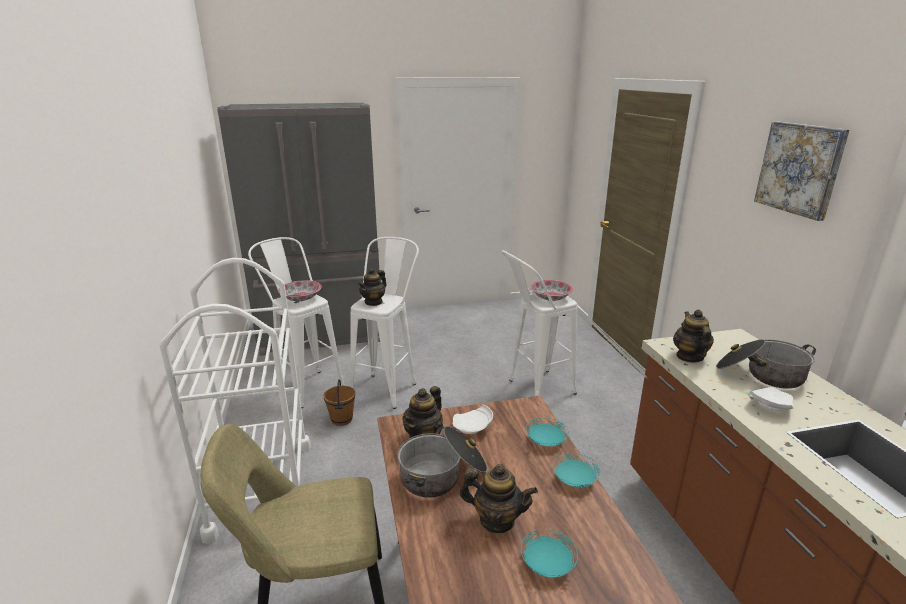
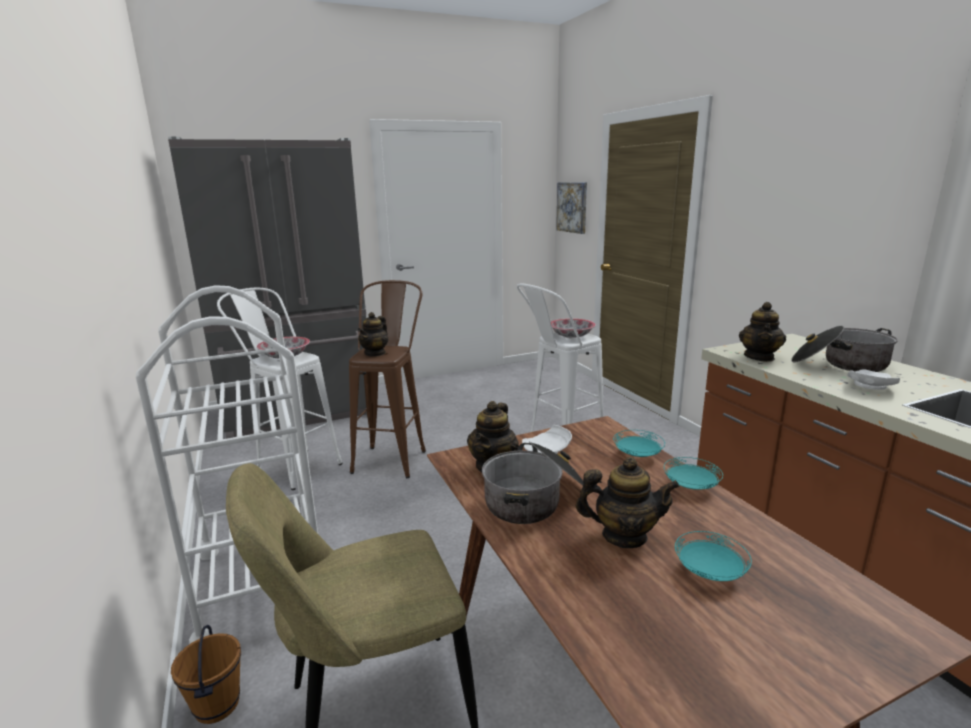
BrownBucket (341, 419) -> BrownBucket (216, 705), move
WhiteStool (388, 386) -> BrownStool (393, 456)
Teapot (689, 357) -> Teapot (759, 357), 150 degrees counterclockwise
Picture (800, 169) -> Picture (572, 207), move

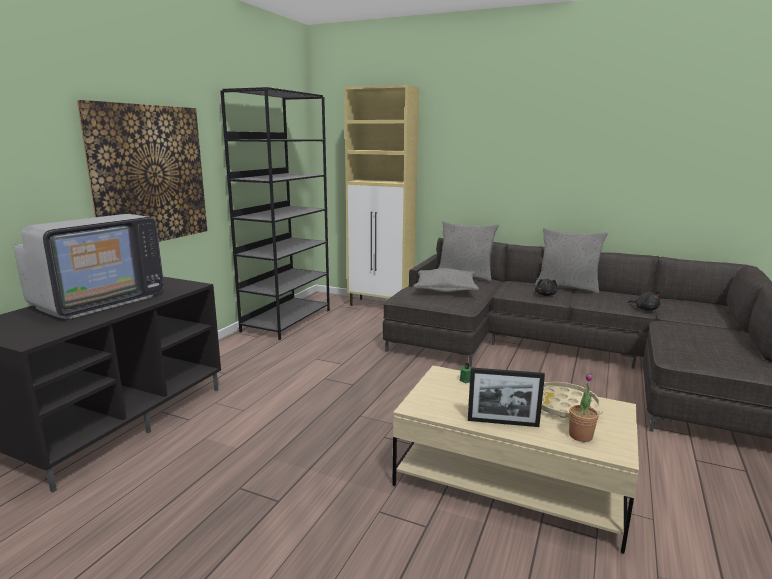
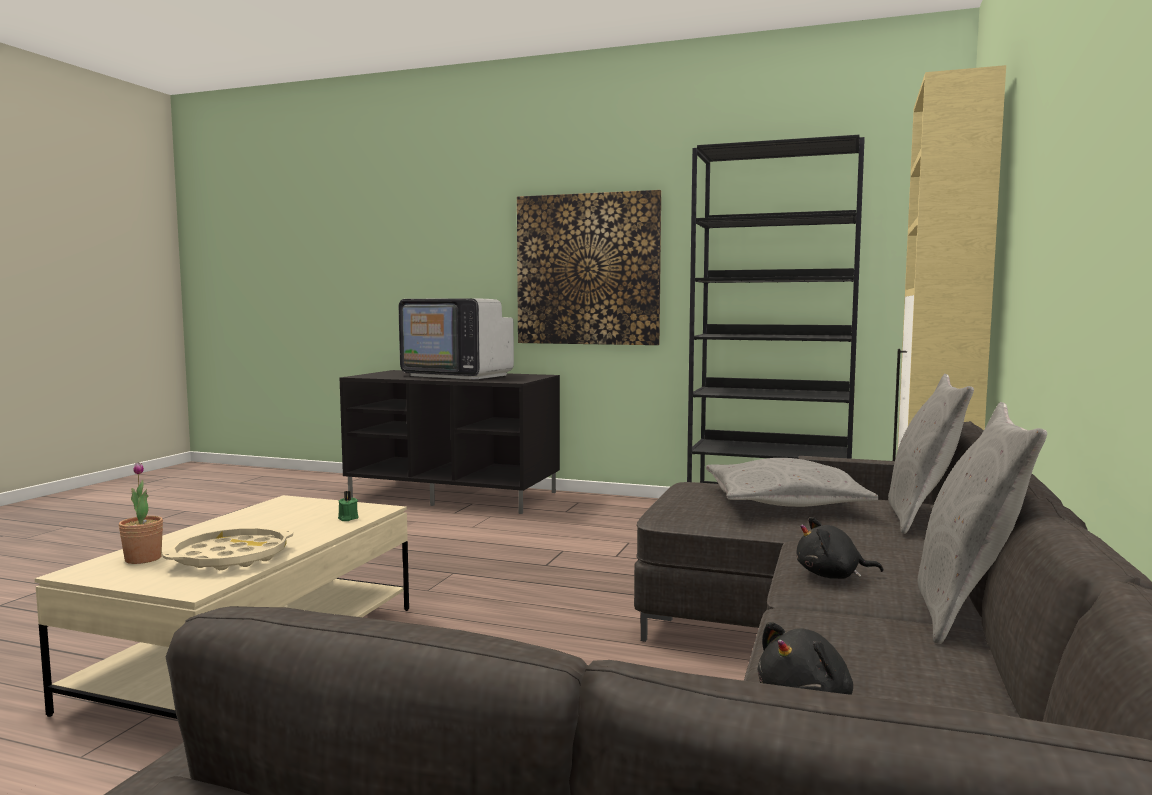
PictureFrame (503, 422) -> none

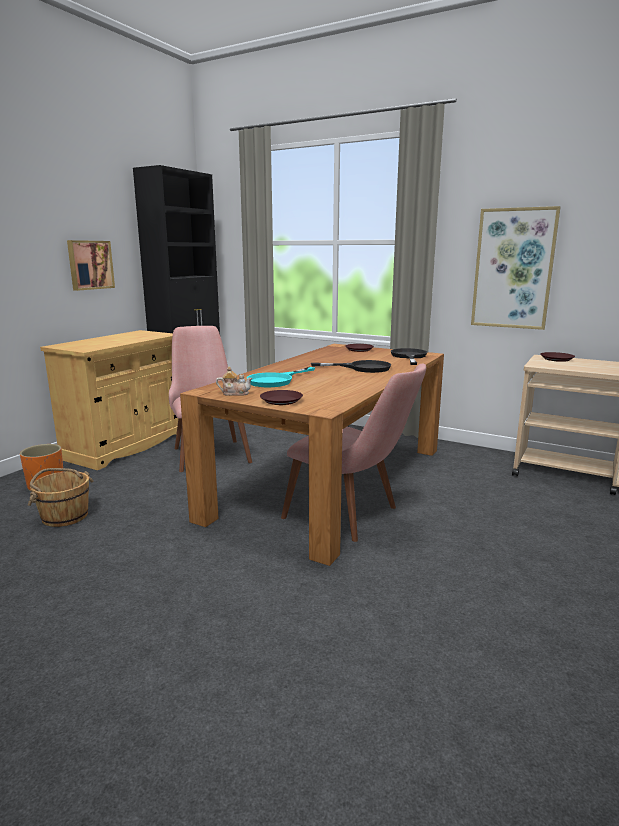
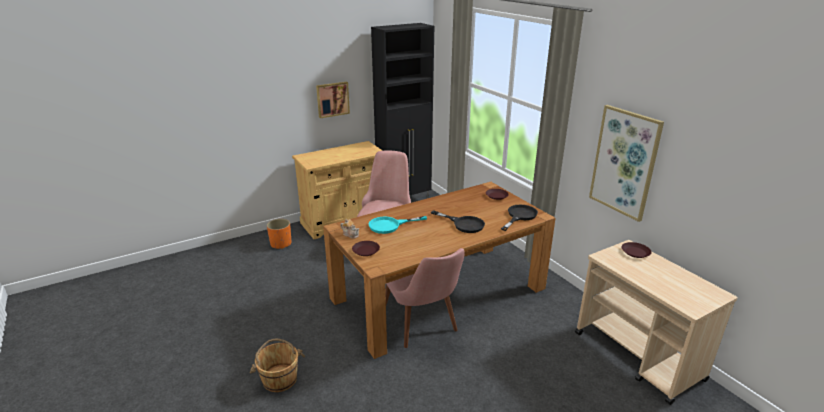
BrownBucket (64, 516) -> BrownBucket (279, 379), move

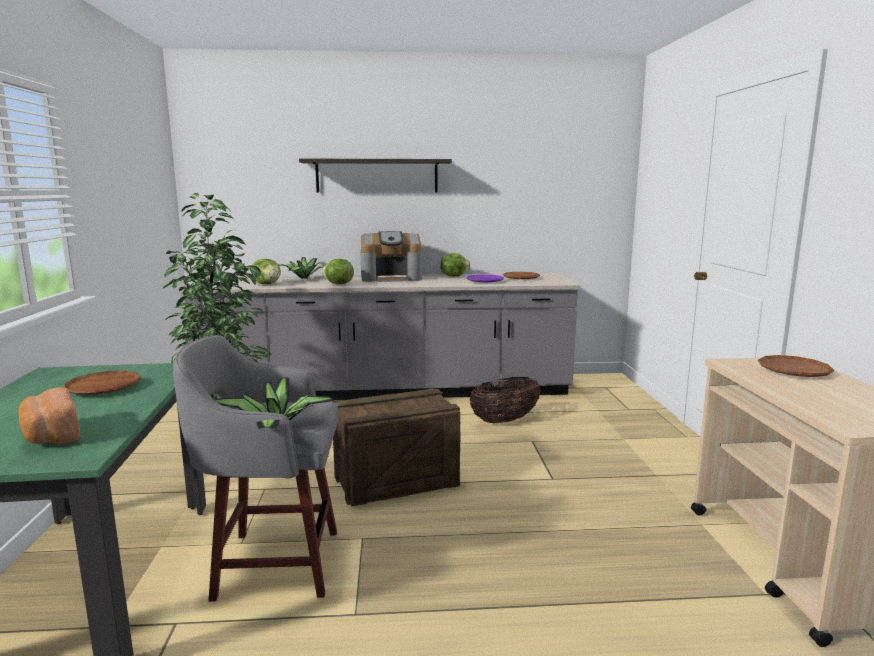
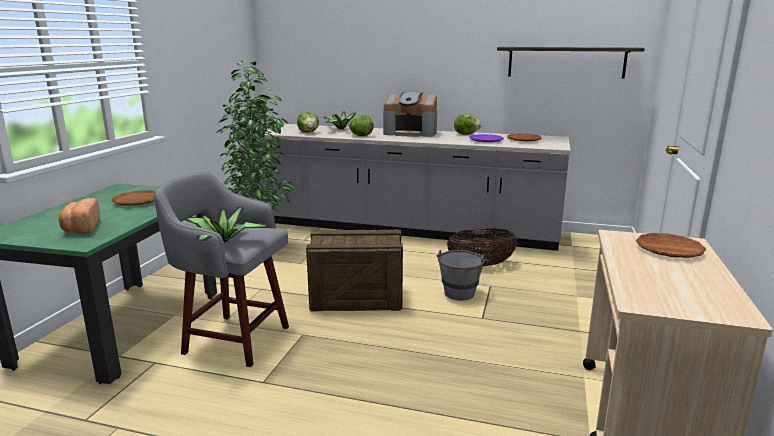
Shelf (377, 176) -> Shelf (566, 62), move
none -> GreyBucket (460, 290)

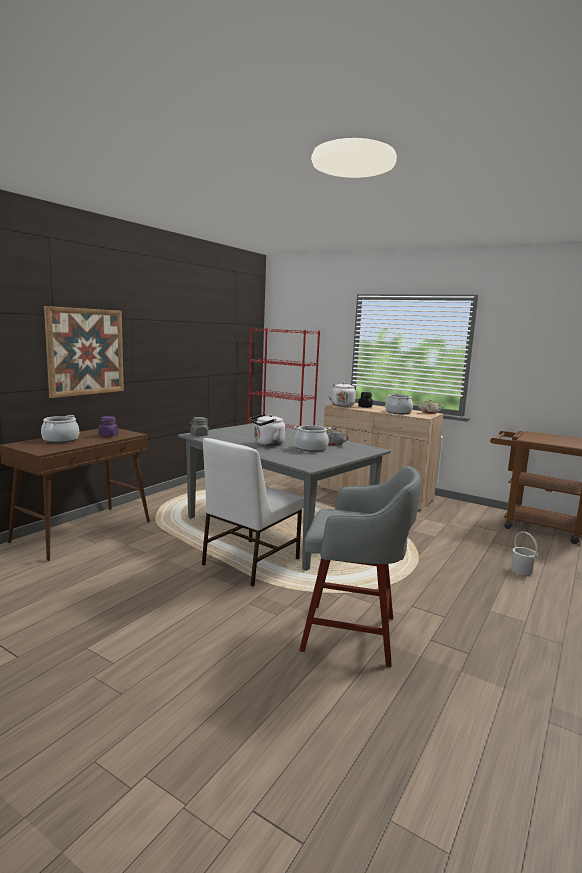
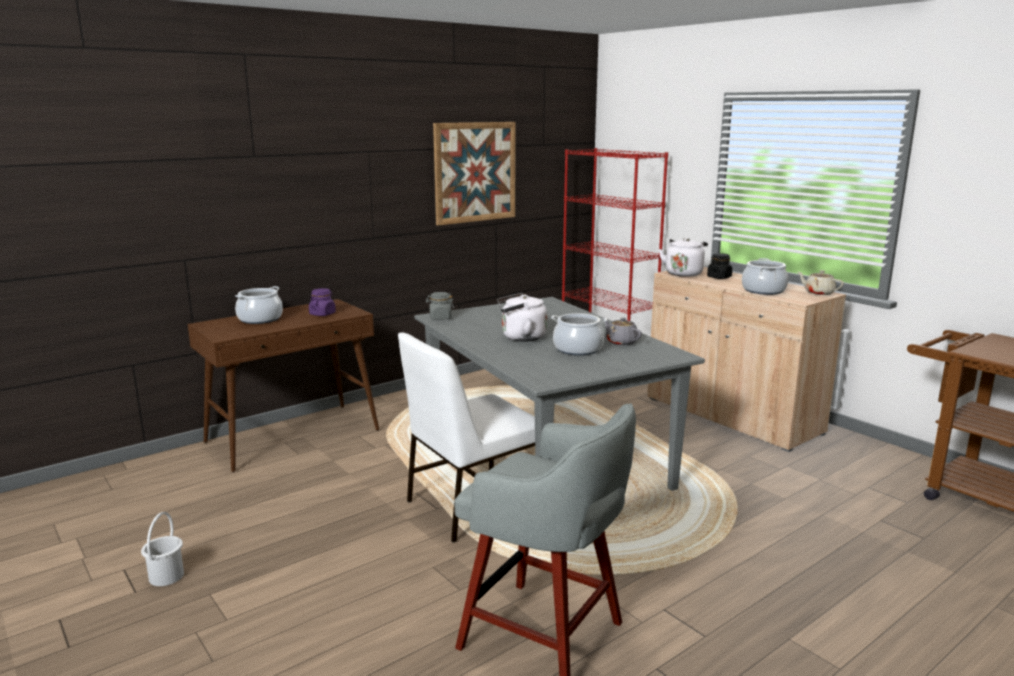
Picture (86, 351) -> Picture (475, 172), move
WhiteBucket (521, 571) -> WhiteBucket (166, 576), move

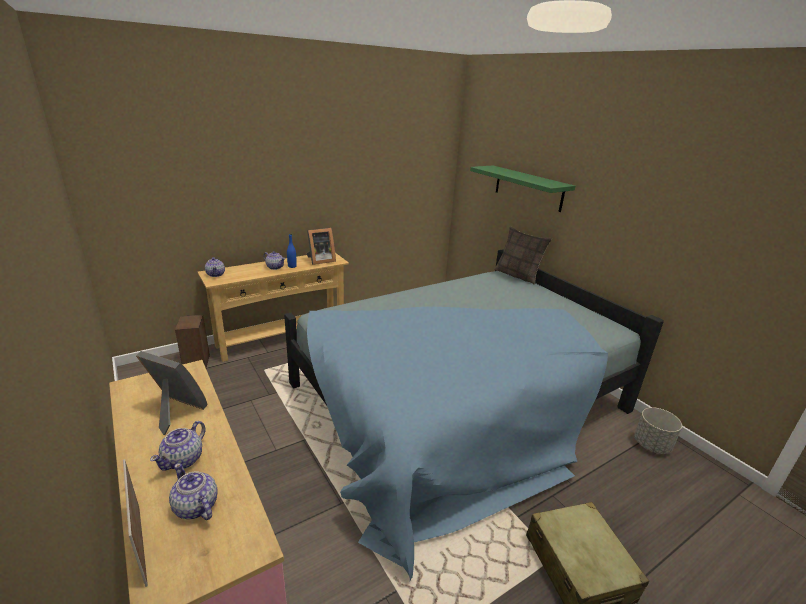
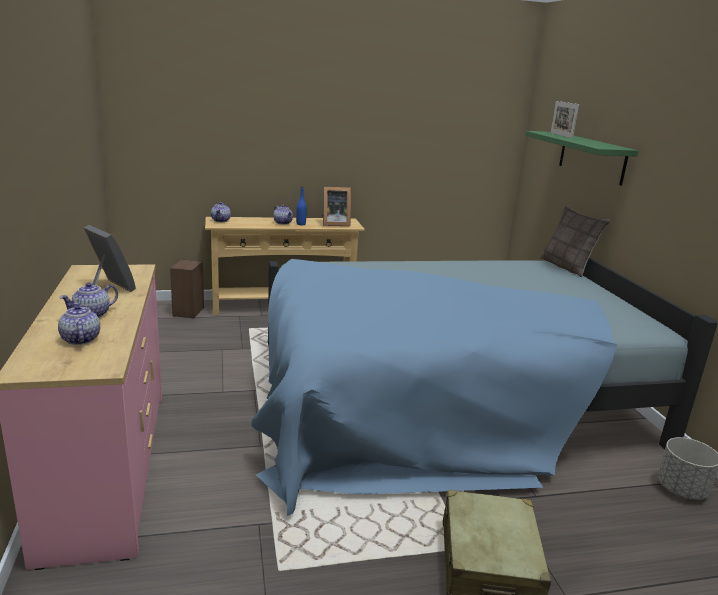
PictureFrame (142, 544) -> PictureFrame (561, 135), move

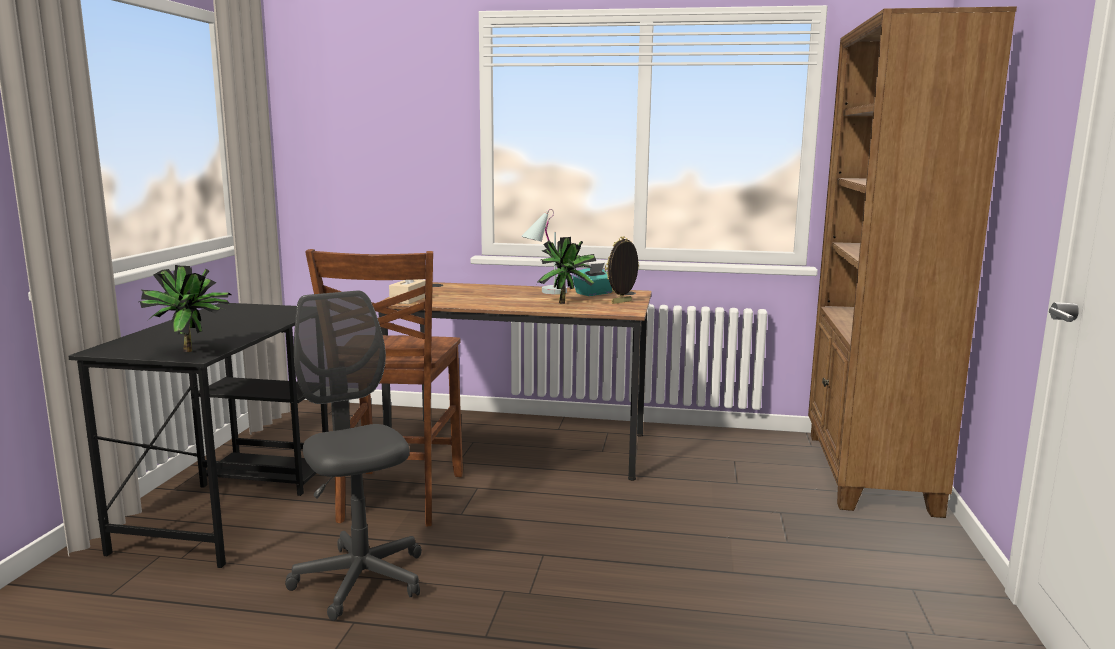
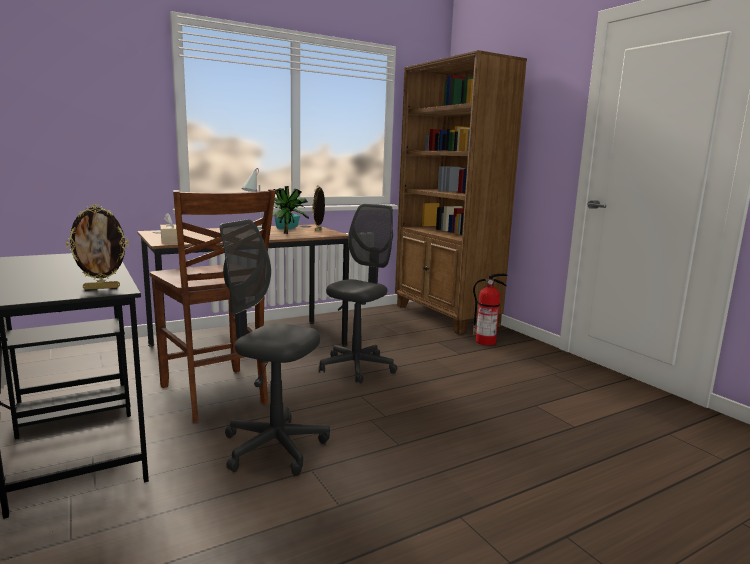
PottedPlant (193, 352) -> PictureFrame (102, 288)
none -> GreyOfficeChair (357, 367)
none -> FireExtinguisher (486, 342)

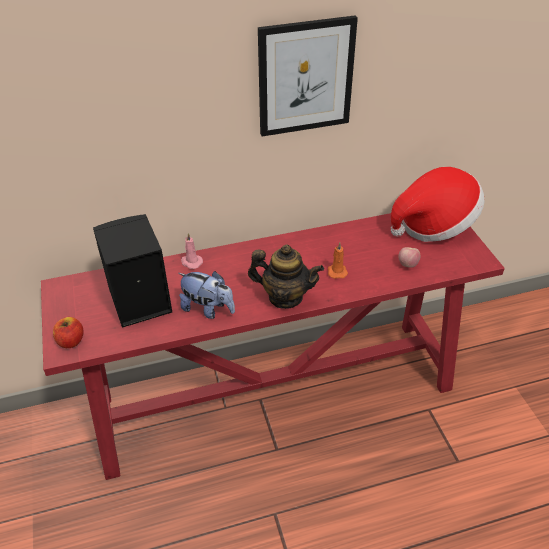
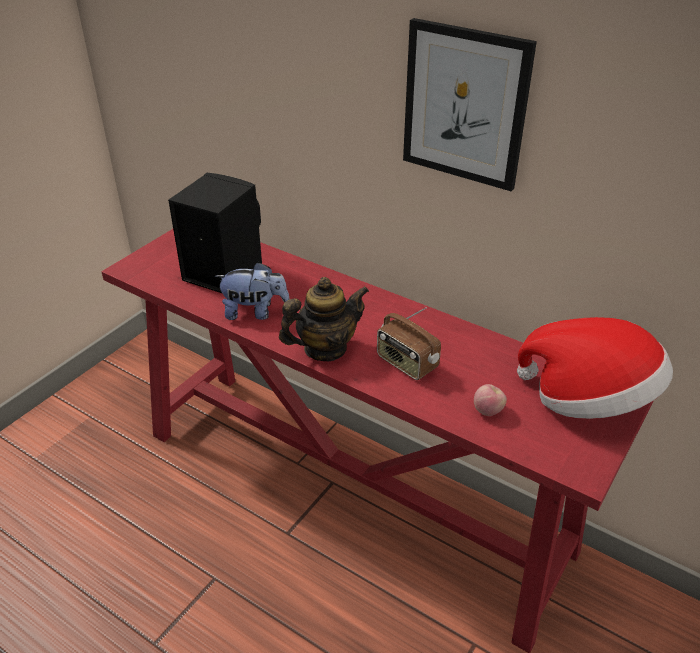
Apple (71, 341) -> none
PlushToy (208, 309) -> PlushToy (255, 312), 75 degrees counterclockwise
PinkCandle (191, 262) -> none
Teapot (285, 297) -> Teapot (325, 349), 90 degrees counterclockwise
OrangeCandle (337, 271) -> Radio (406, 363)

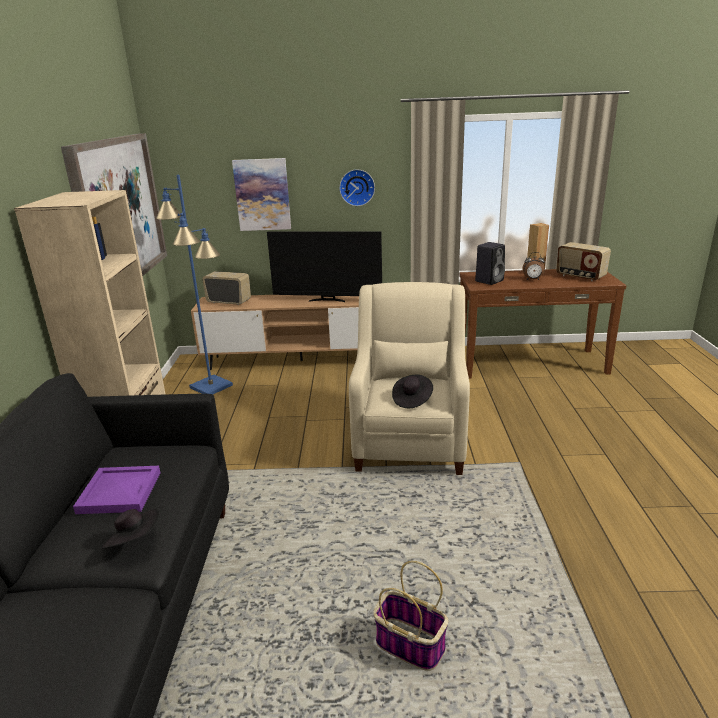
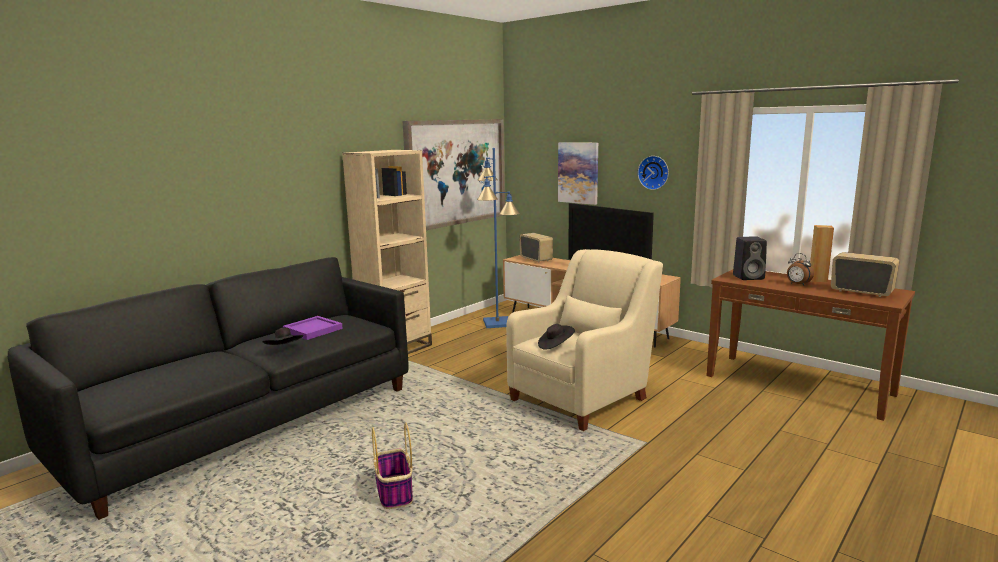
Radio (580, 276) -> Radio (861, 292), 135 degrees clockwise

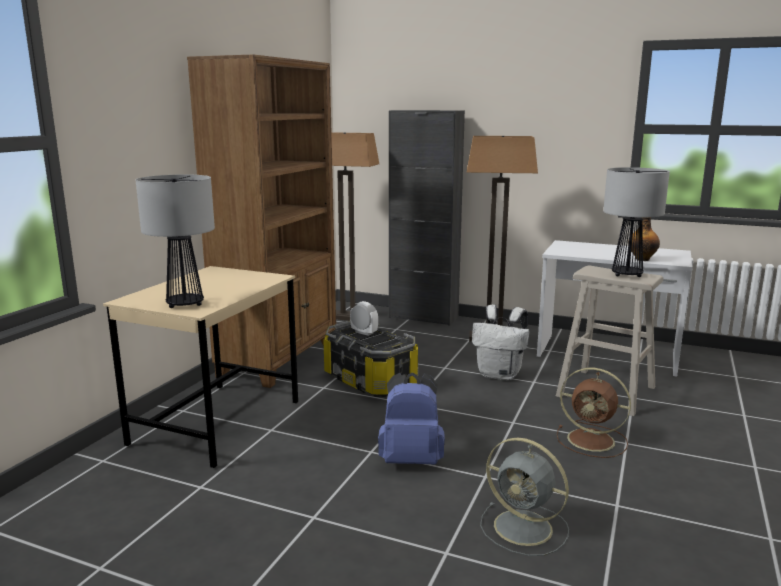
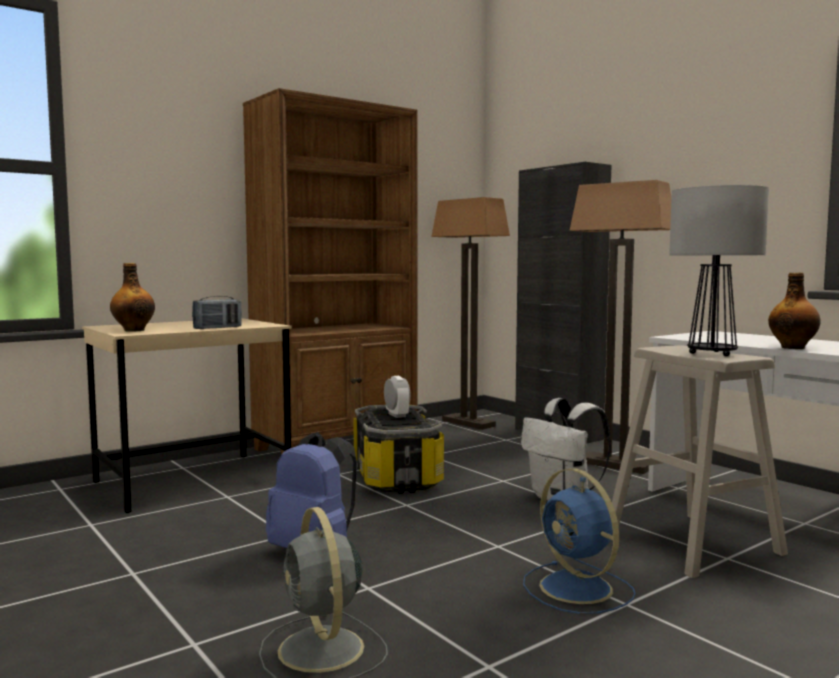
TableLamp (185, 304) -> Bottle (134, 330)
BrownFan (593, 440) -> BlueFan (578, 589)
none -> Radio (217, 328)

